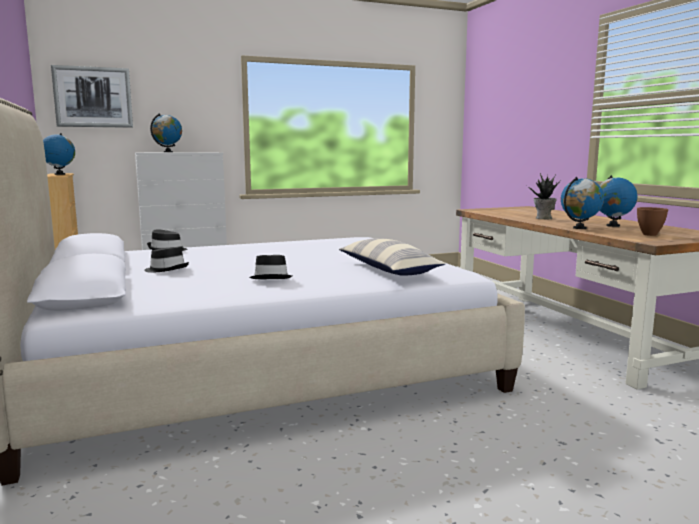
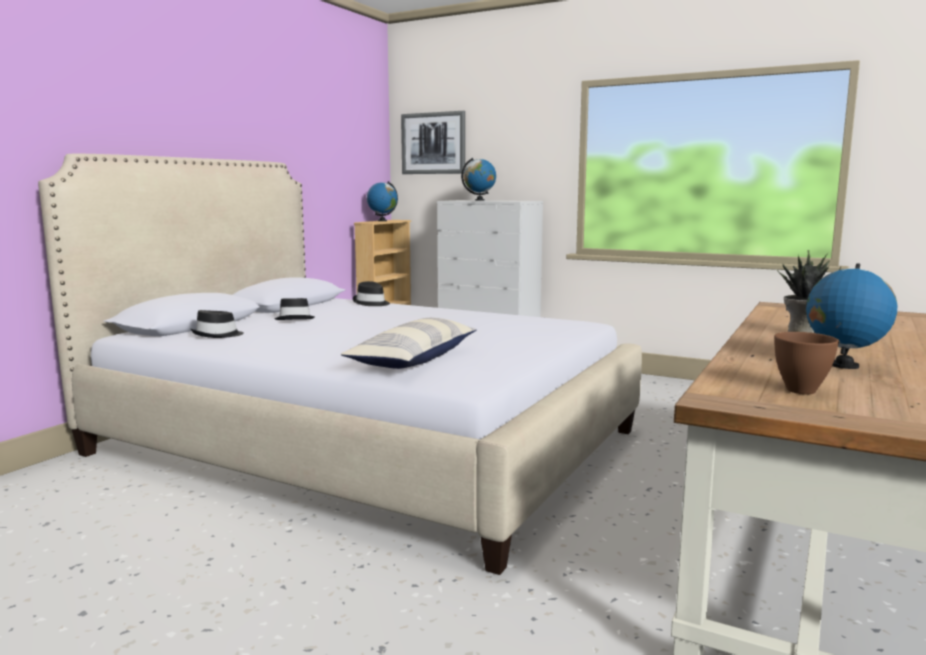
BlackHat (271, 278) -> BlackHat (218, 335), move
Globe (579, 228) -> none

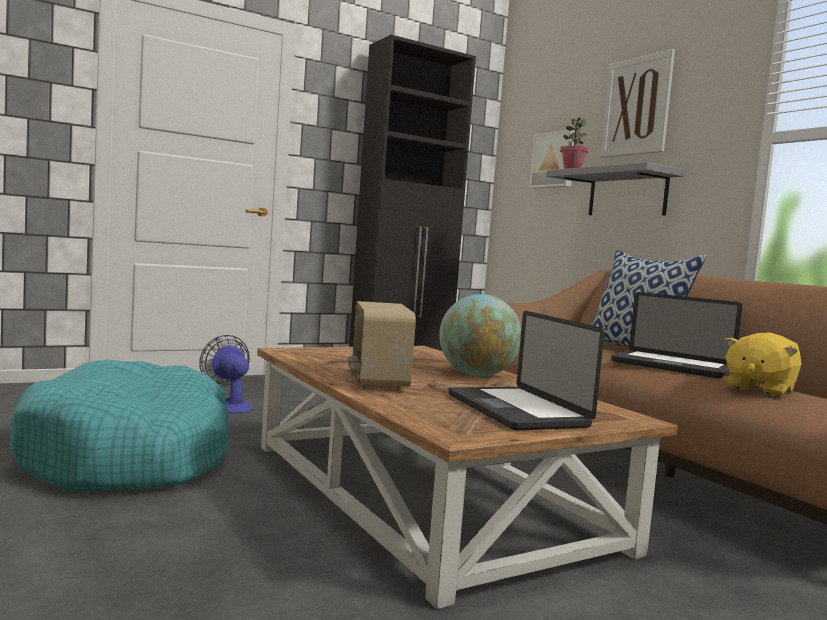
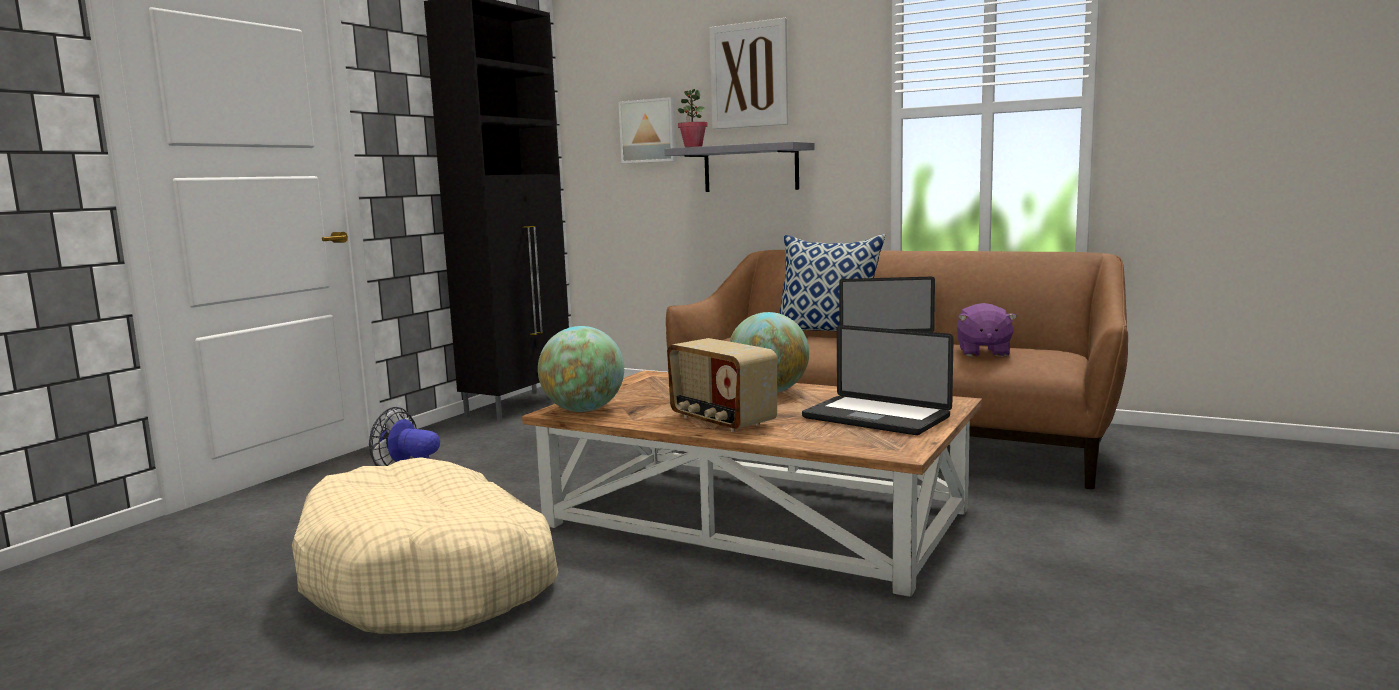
TurquoiseDogBed (130, 456) -> BeigeDogBed (431, 578)
YellowPlushToy (759, 390) -> PurplePlushToy (983, 352)
none -> Globe (583, 410)

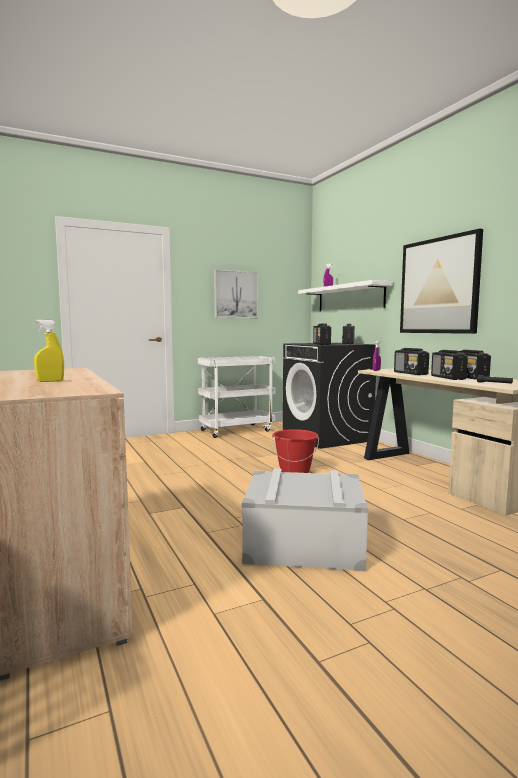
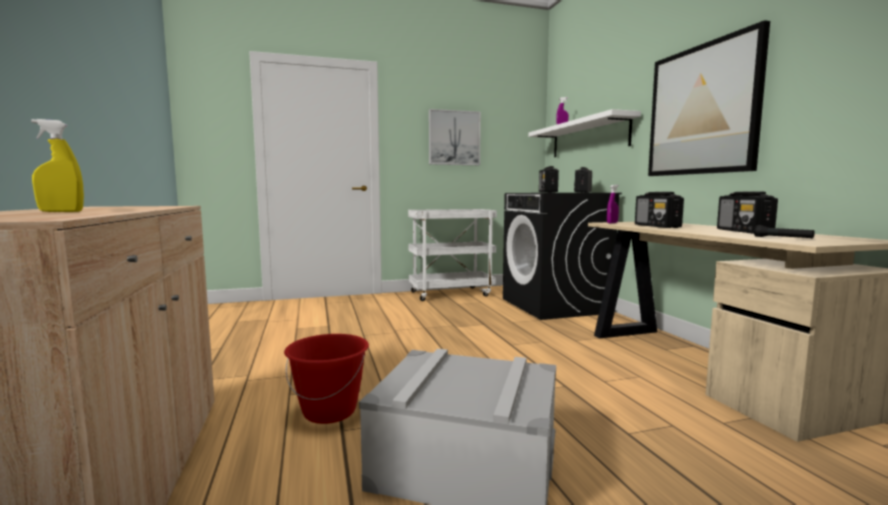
RedBucket (295, 471) -> RedBucket (330, 411), move
Radio (448, 378) -> none

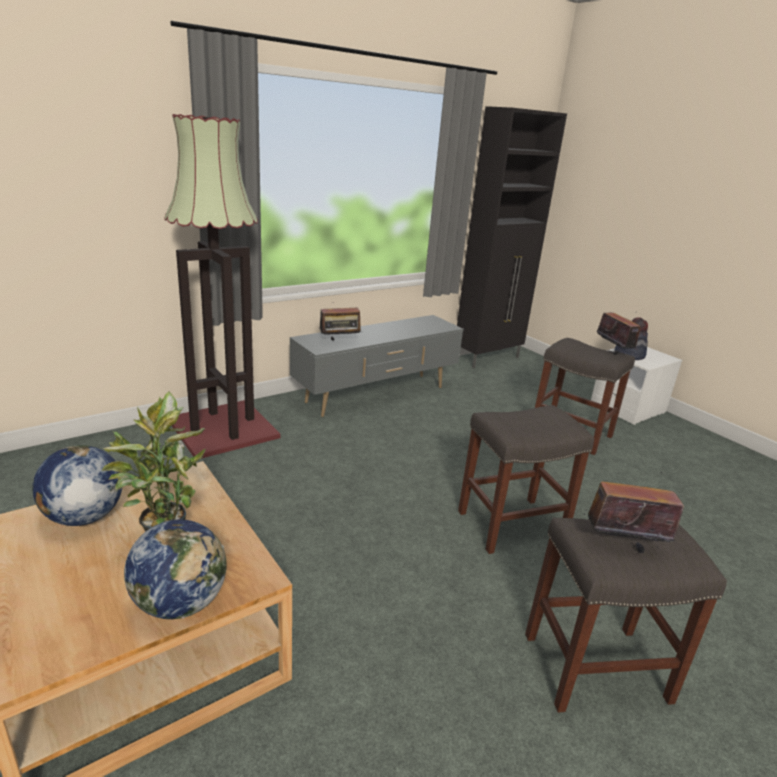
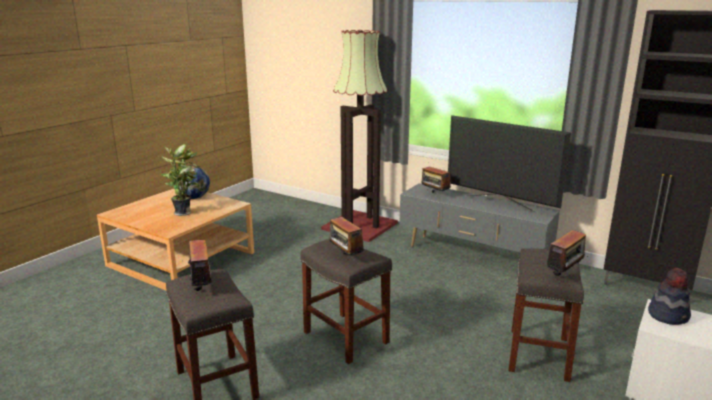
Globe (181, 603) -> none
none -> Radio (345, 258)
none -> Television (500, 203)

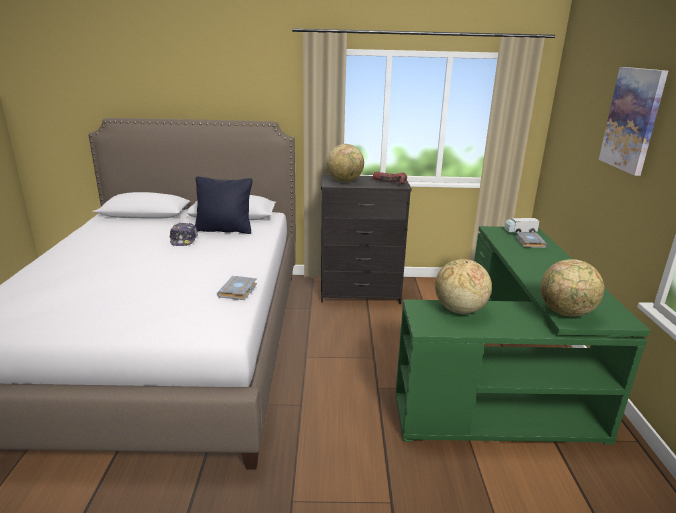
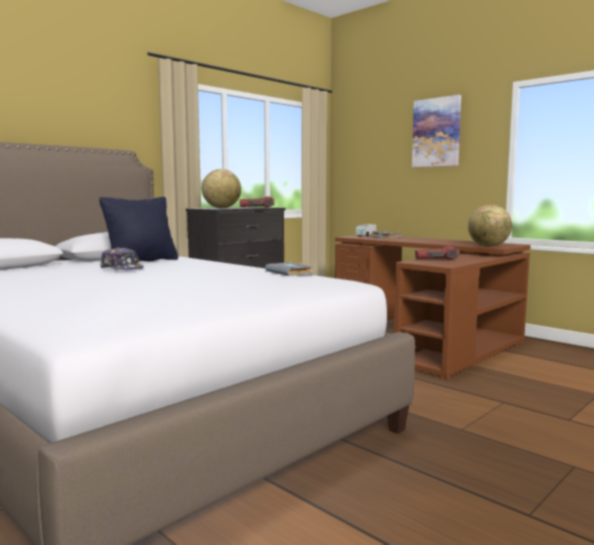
GreenDesk (508, 378) -> BrownDesk (428, 338)
Globe (459, 310) -> Flashlight (436, 259)

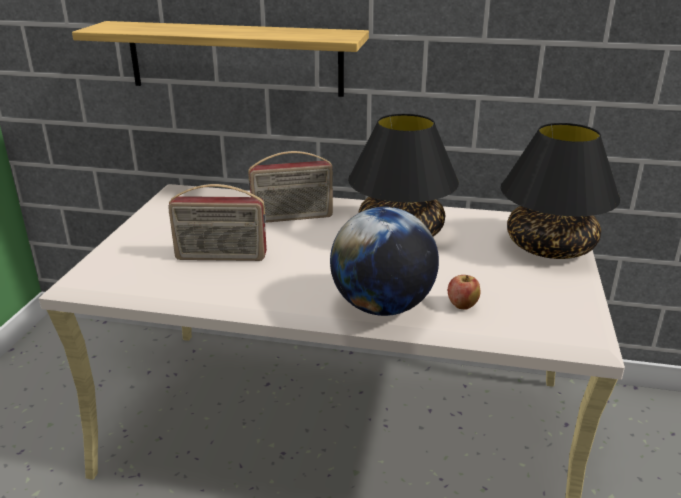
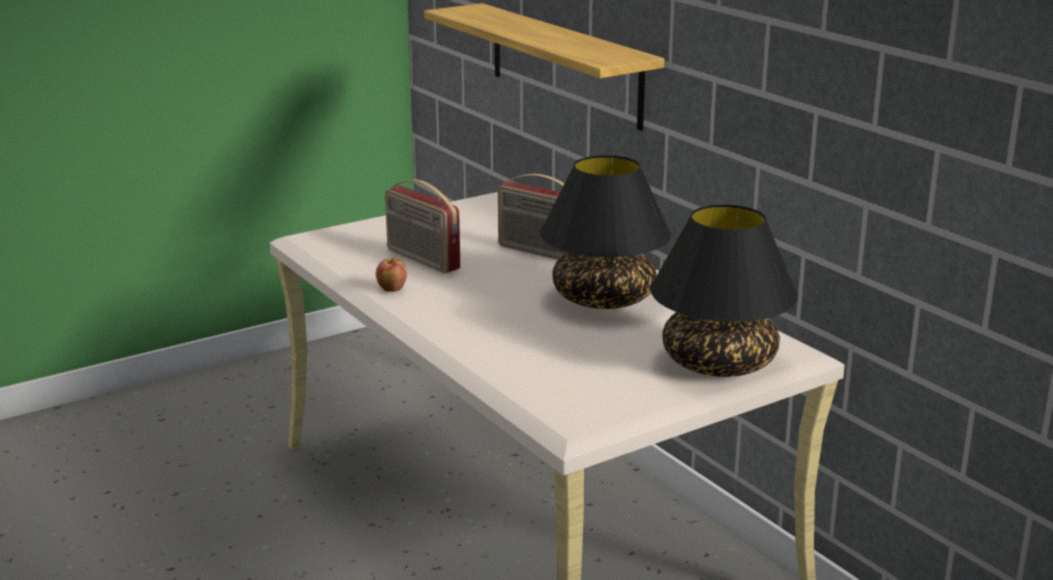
Globe (382, 307) -> none
Apple (462, 306) -> Apple (391, 289), move

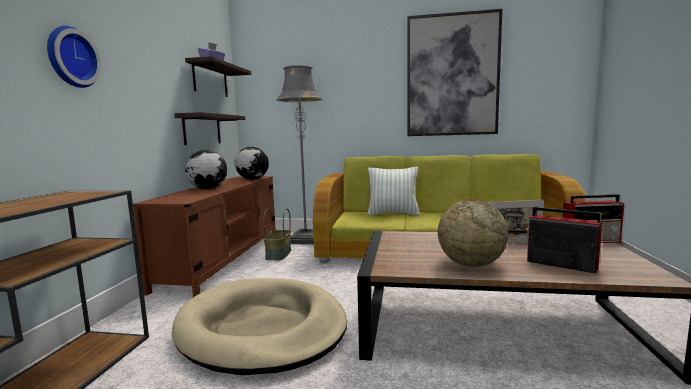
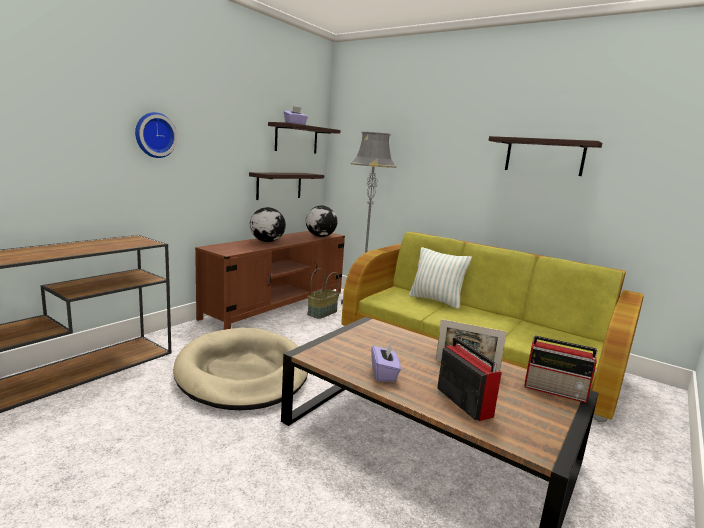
Picture (452, 75) -> Shelf (544, 156)
Globe (470, 264) -> PurpleTissueBox (384, 374)

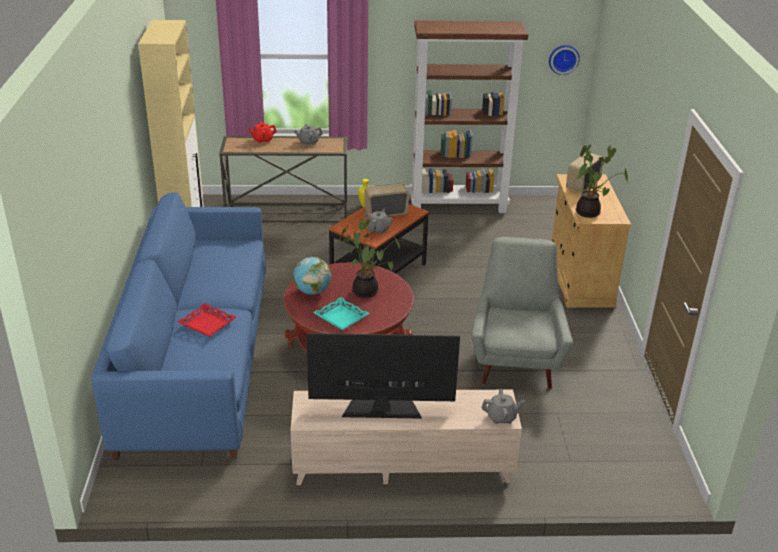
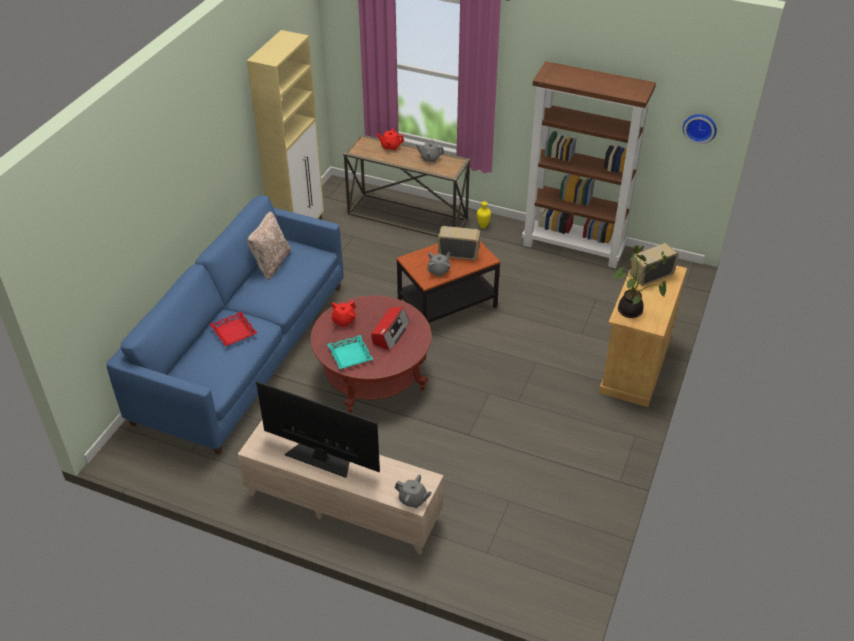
Globe (312, 291) -> RedTeapot (343, 321)
PottedPlant (367, 291) -> Radio (390, 333)
GreyArmchair (515, 358) -> none
none -> BeigePillow (271, 263)

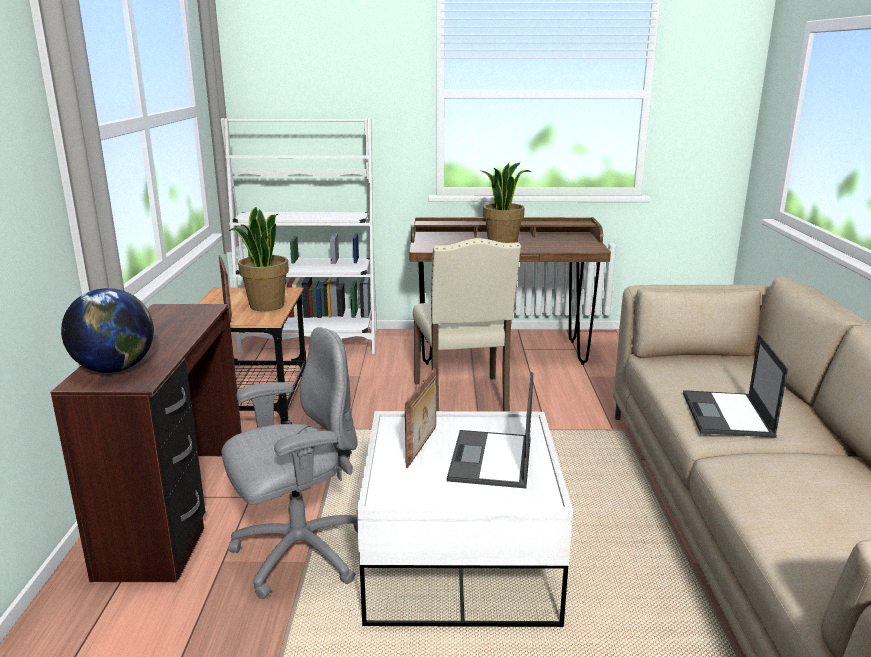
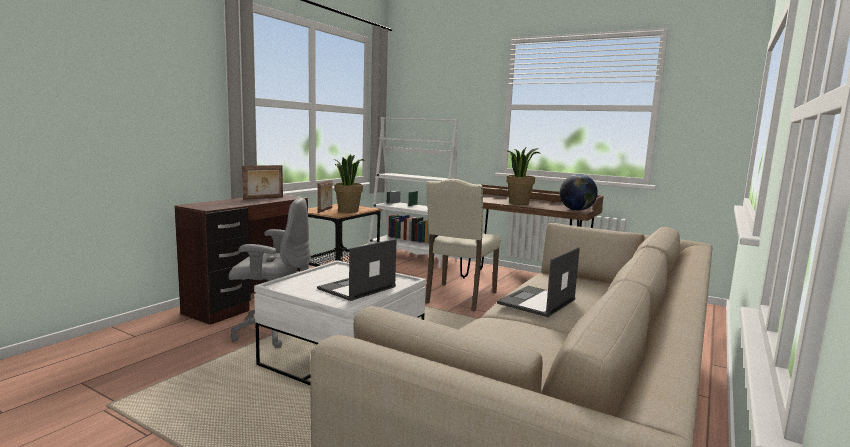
Globe (115, 369) -> Globe (576, 210), move
PictureFrame (423, 447) -> PictureFrame (263, 198), move

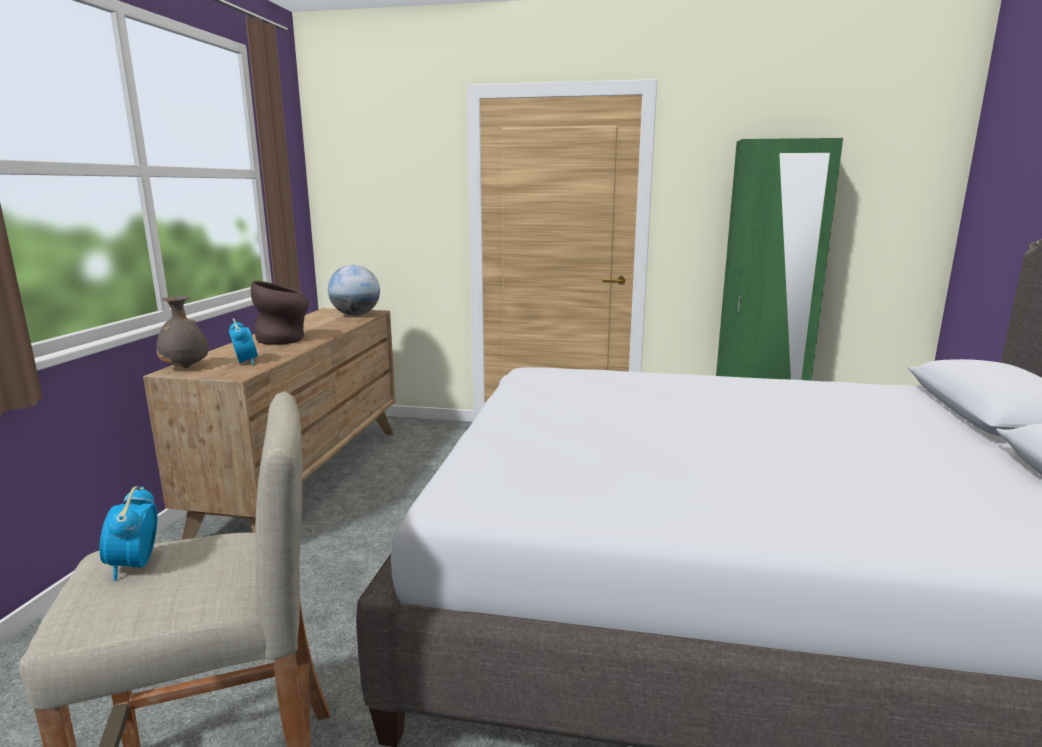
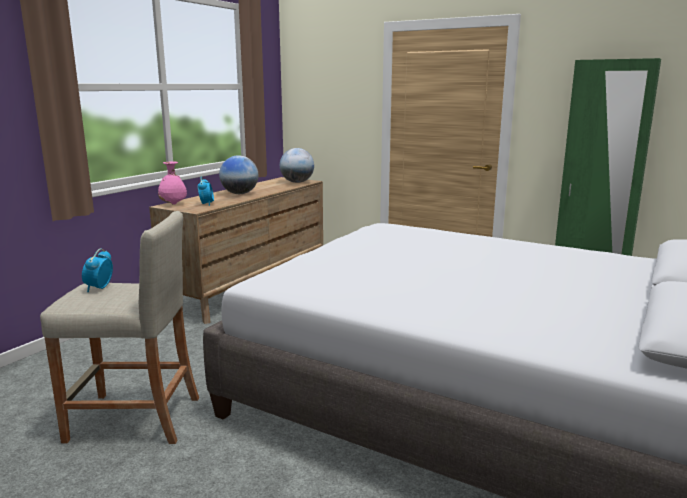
GreyVase (186, 367) -> PinkVase (173, 204)
BrownVase (284, 340) -> Globe (239, 194)

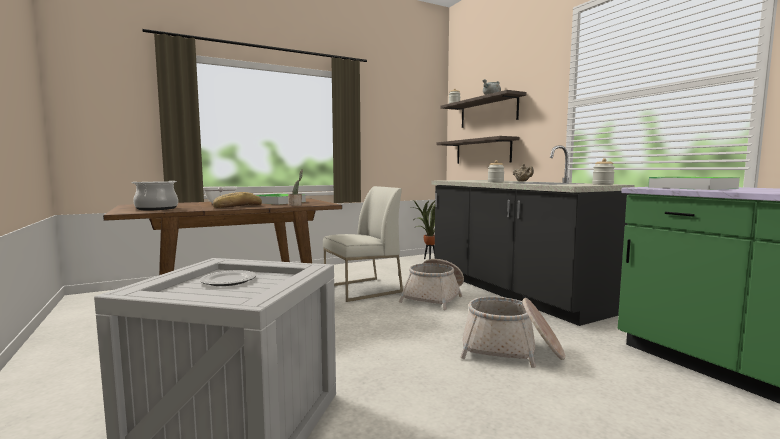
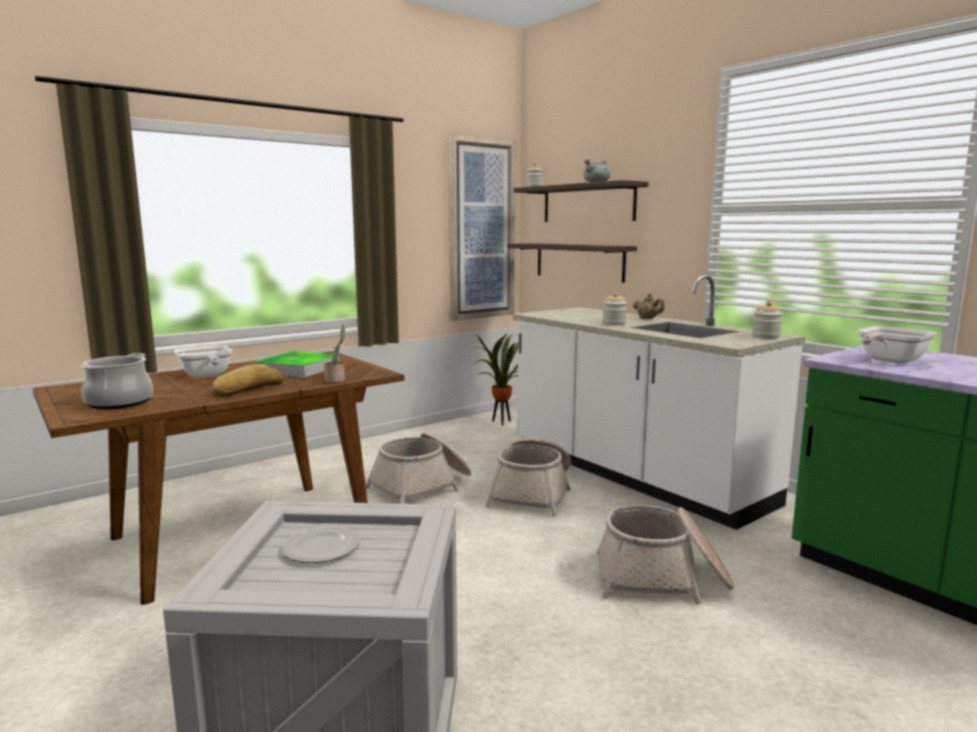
WhiteChair (362, 289) -> Basket (422, 486)
BlackCounter (512, 291) -> WhiteCounter (635, 475)
Tray (692, 188) -> FryingPan (889, 361)
none -> Picture (481, 230)

